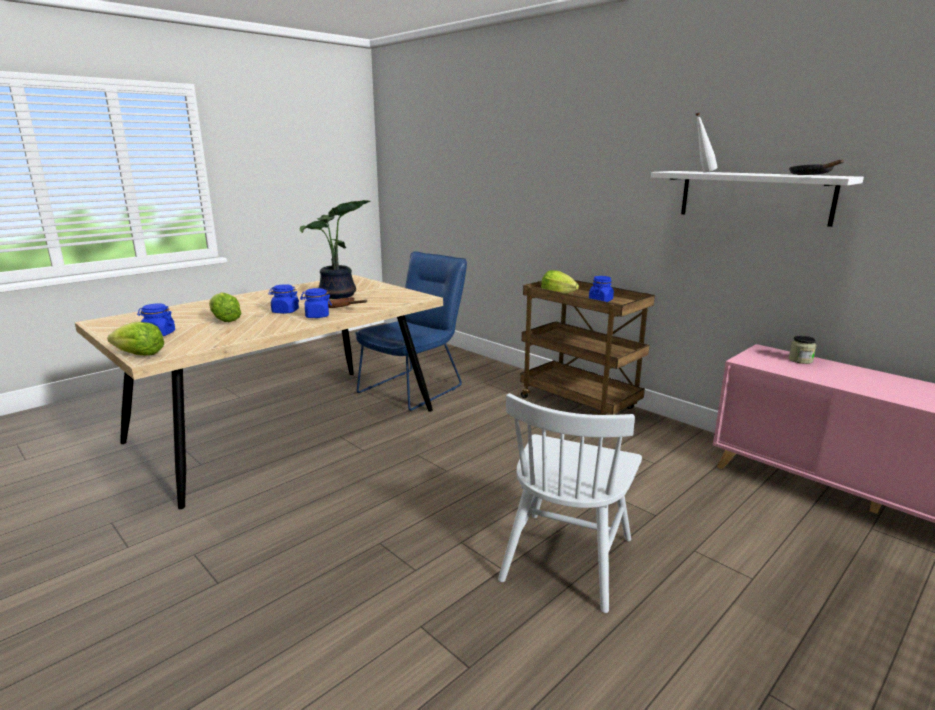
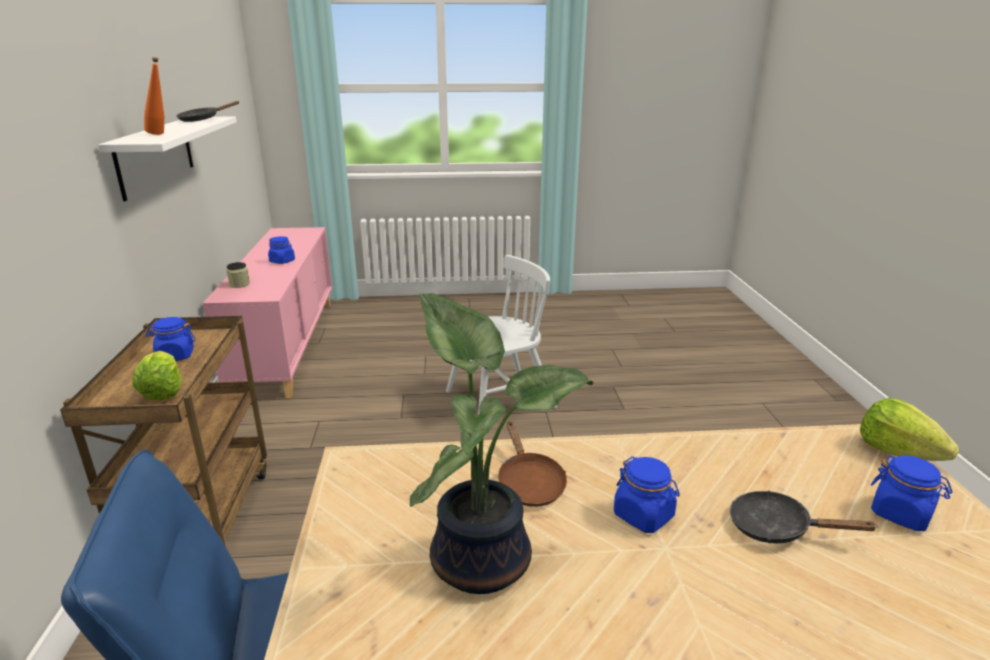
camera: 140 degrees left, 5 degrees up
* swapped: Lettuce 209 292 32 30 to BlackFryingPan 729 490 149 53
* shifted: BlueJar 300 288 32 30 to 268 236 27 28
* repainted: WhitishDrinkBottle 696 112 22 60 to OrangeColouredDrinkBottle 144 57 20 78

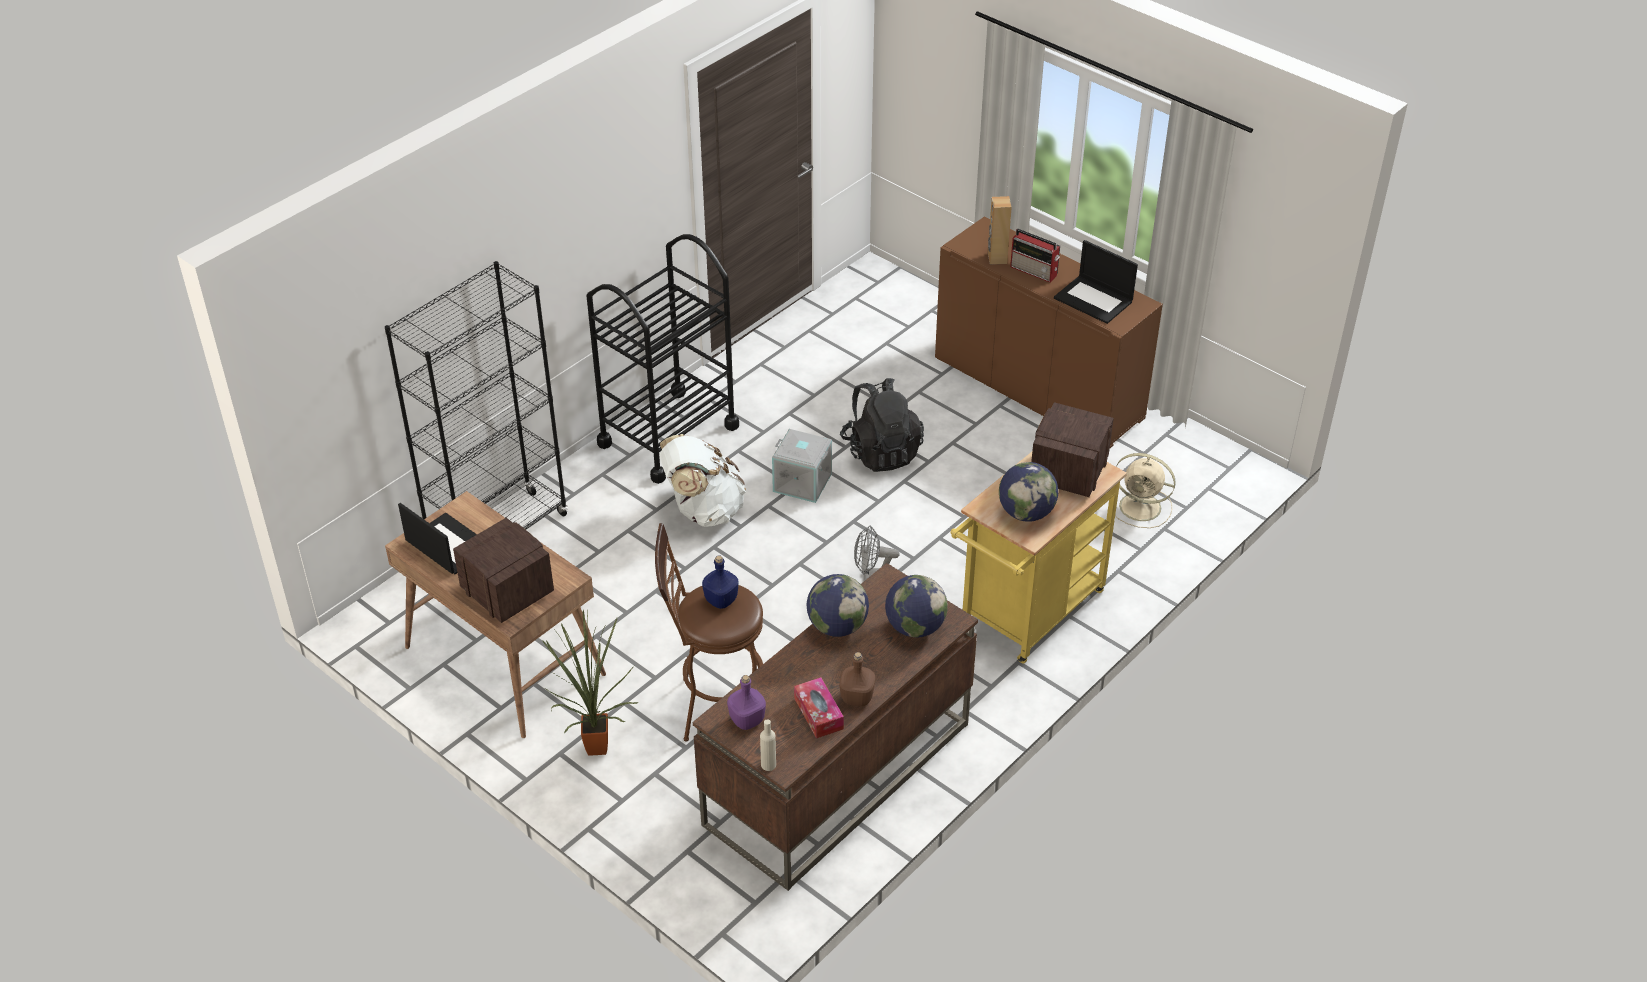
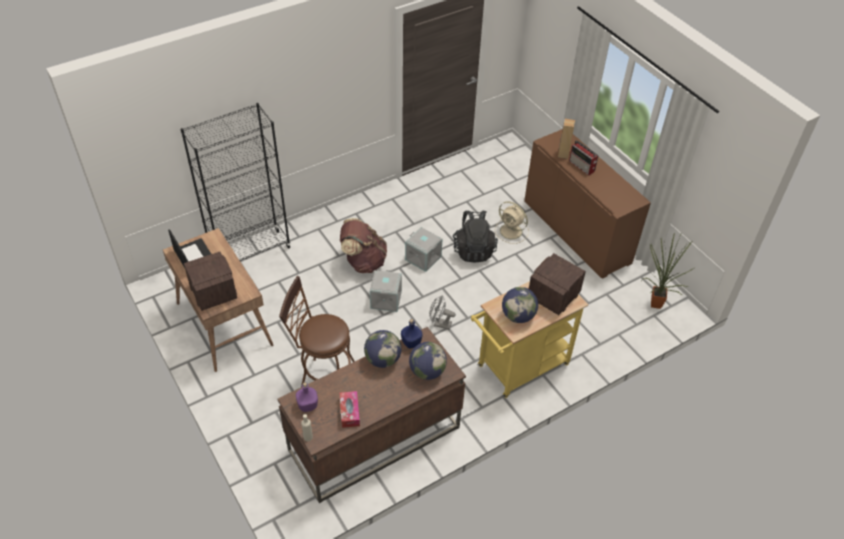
camera: 15 degrees right, 5 degrees up
* shifted: Houseplant 542 610 97 146 to 642 233 52 76
* gone: BlackCart 586 234 153 250
* repainted: WhitishBackpack 659 434 87 93 to BrownishBackpack 340 218 47 55
* shifted: BlueDrinkBottle 702 555 37 54 to 401 319 21 30
* gone: BrownishDrinkBottle 840 652 35 54
* gone: Laptop 1054 240 84 84
* shifted: BeigeColouredCoolingFan 1115 453 61 75 to 495 201 34 43
* new: GrayStorageContainer 370 270 32 42

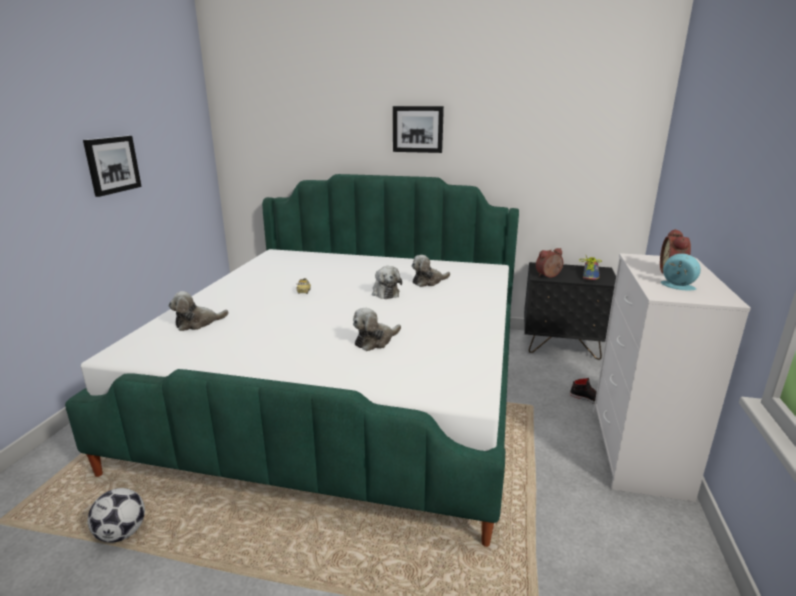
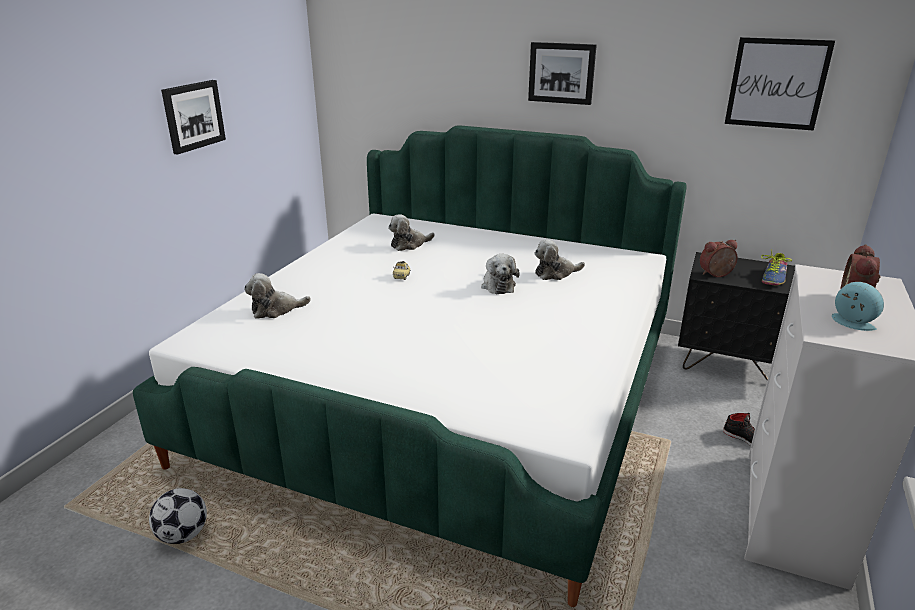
camera: 10 degrees right, 5 degrees up
* shifted: CuddlyToy 353 308 48 43 to 388 214 47 37
* new: WallPicture 725 37 110 94

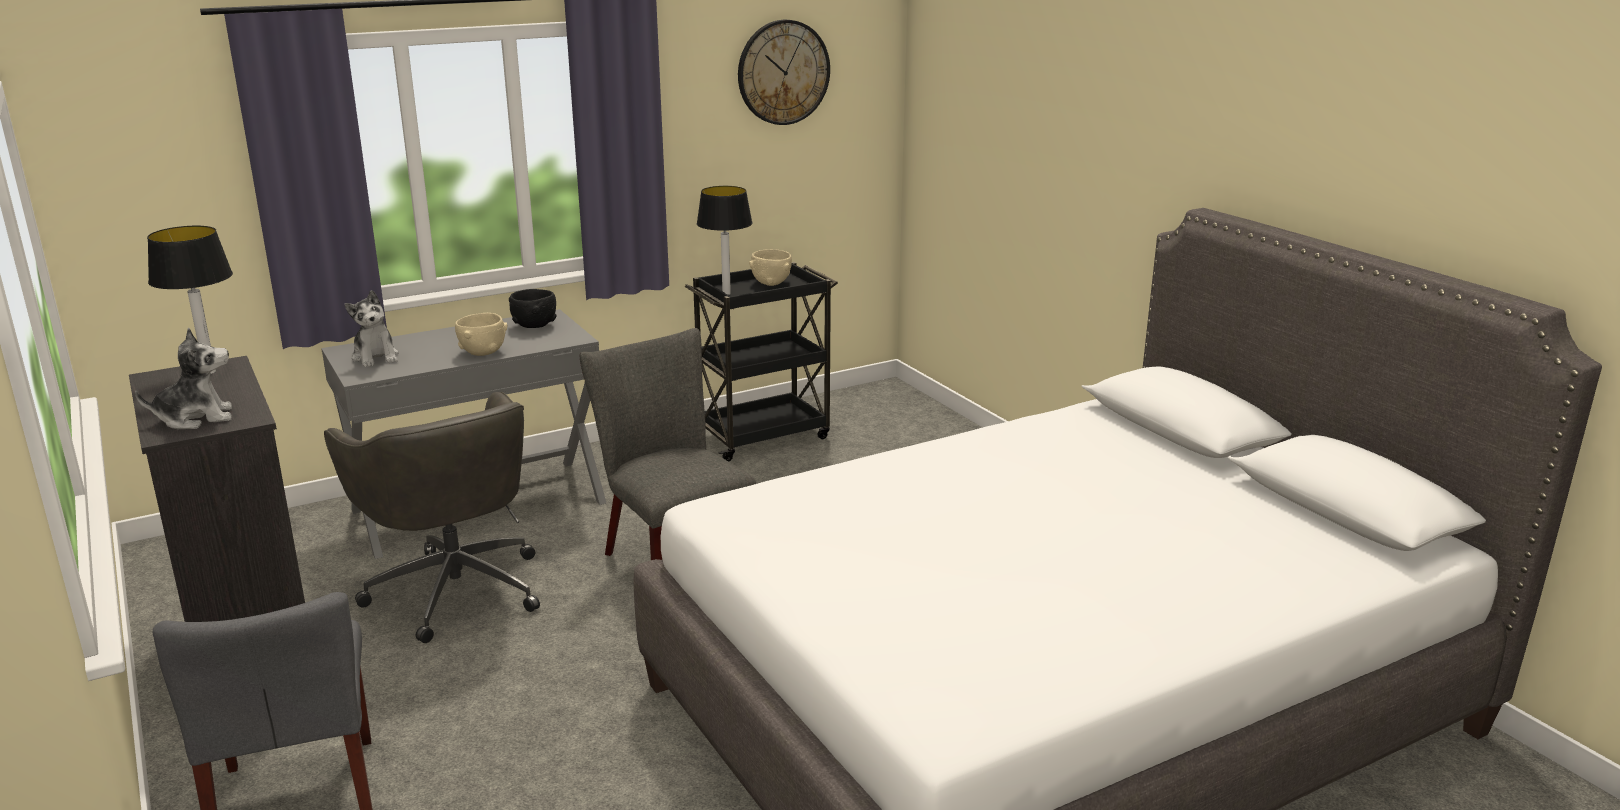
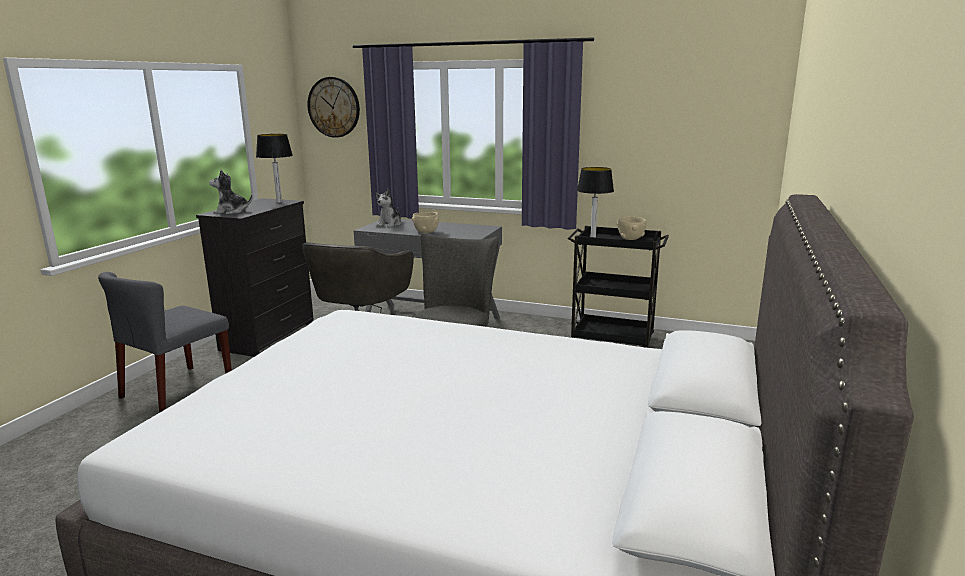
camera: 50 degrees right, 5 degrees down
* rotated: CuddlyToy 135 328 97 101 = 209 170 43 44 150 degrees clockwise
* gone: BlackBowl 509 289 48 39
* shifted: HangingClock 738 20 92 105 to 307 77 53 61

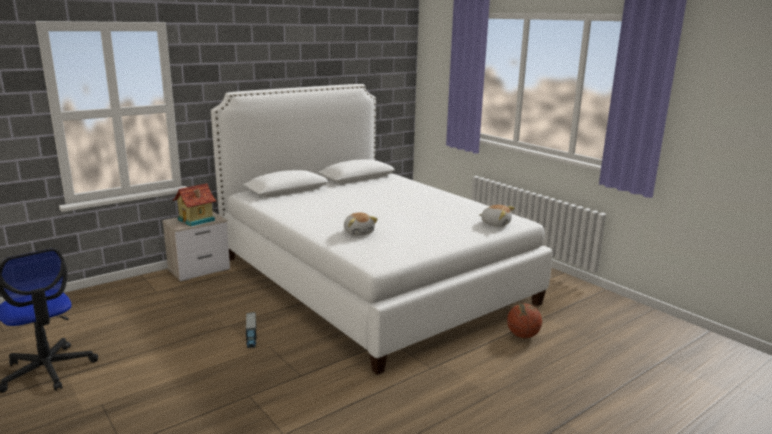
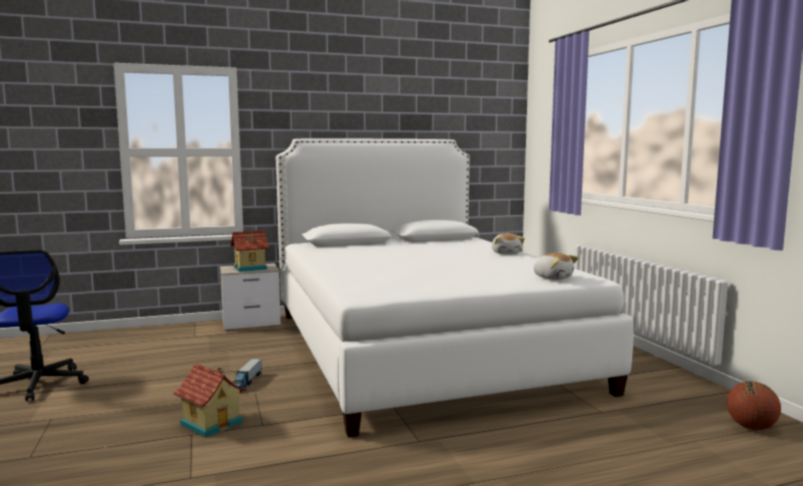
camera: 20 degrees right, 10 degrees down
* shifted: CuddlyToy 344 212 34 24 to 492 233 33 21
* shifted: BallForBasketball 507 304 35 34 to 727 381 54 49
* new: MiniatureHouse 173 363 73 75

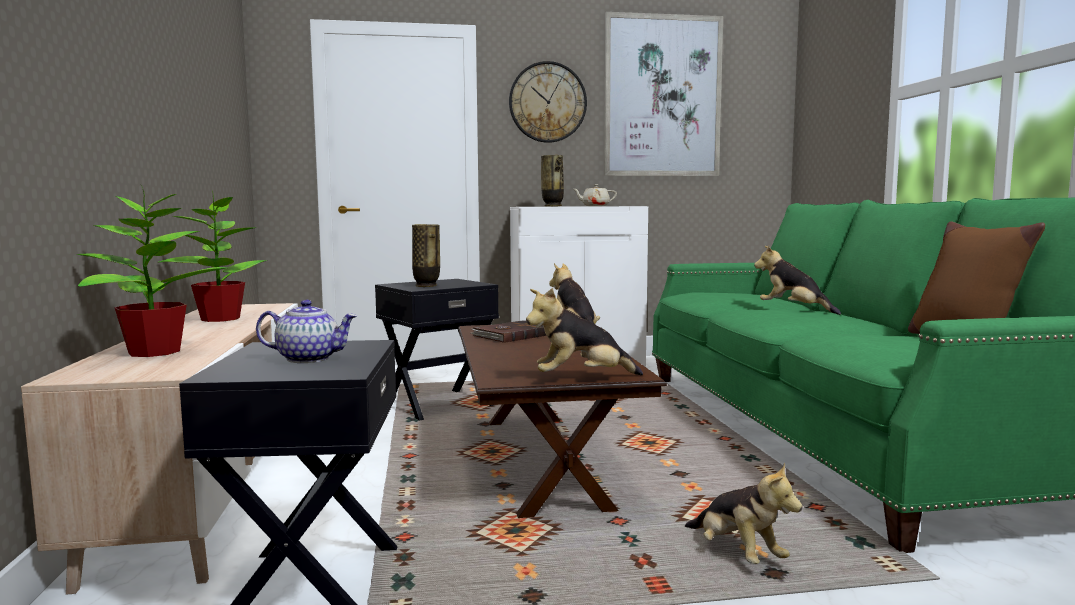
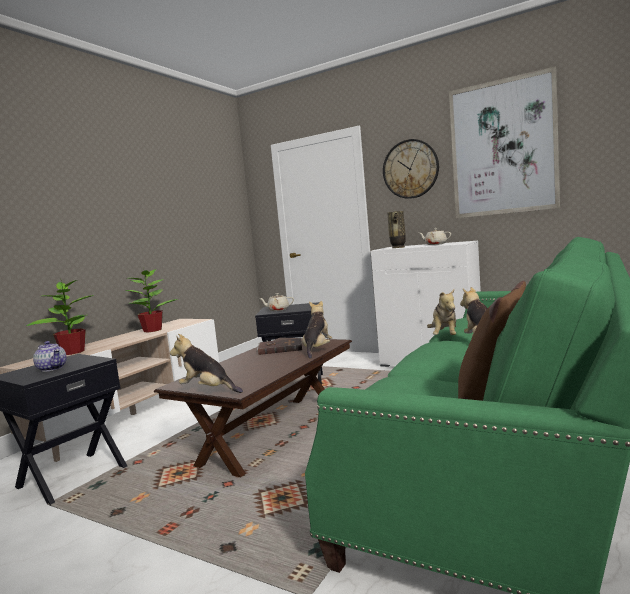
camera: 40 degrees right, 0 degrees up
* swapped: DecorativeVase 412 224 28 63 to BeigeColouredTeaPot 259 293 35 18
* shifted: CuddlyToy 685 463 117 101 to 427 289 29 46

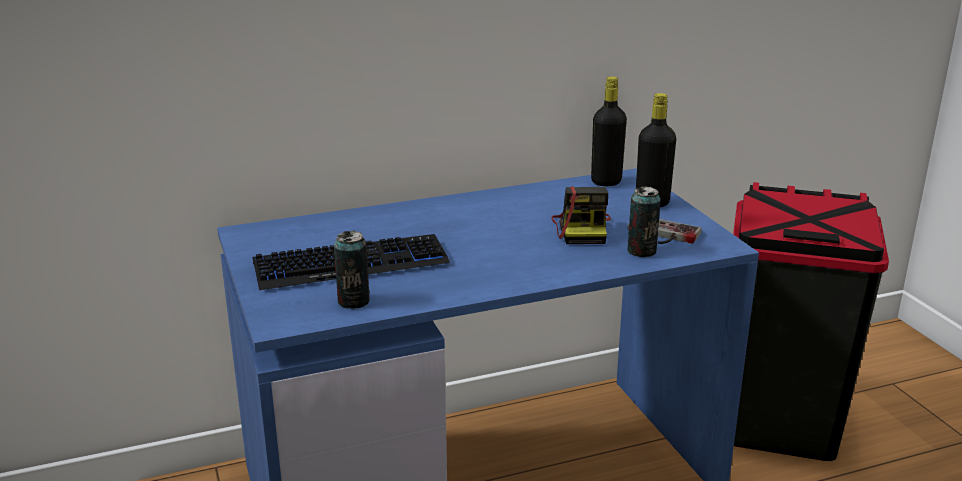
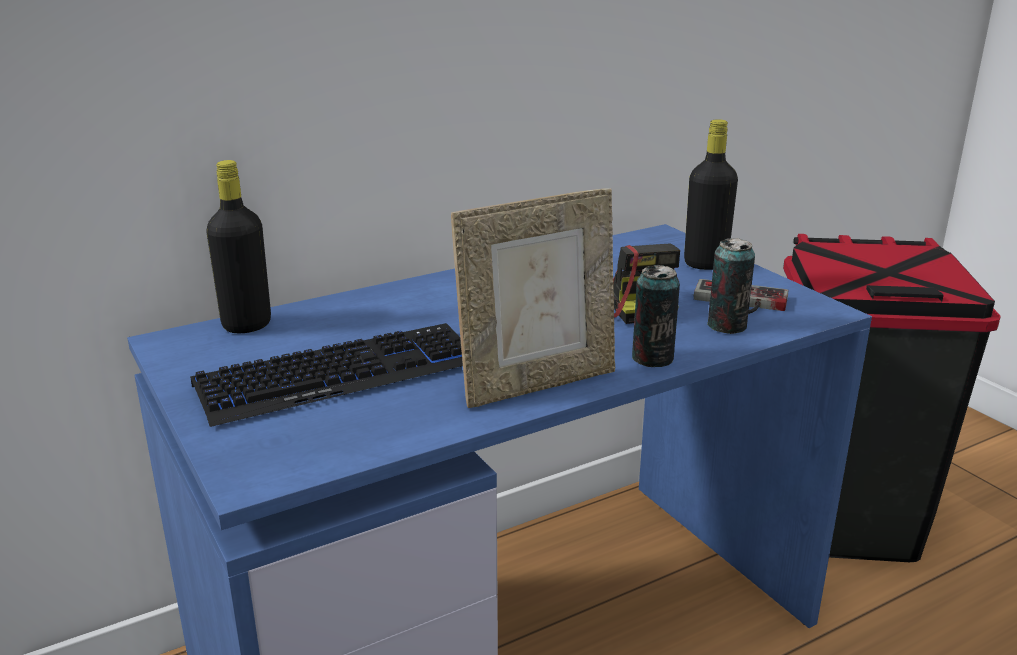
camera: 10 degrees left, 0 degrees up
* shifted: SealedCan 334 231 36 78 to 632 265 48 102
* shifted: BlackDrinkBottle 591 76 36 110 to 206 160 65 173
* new: PictureFrame 451 188 164 220

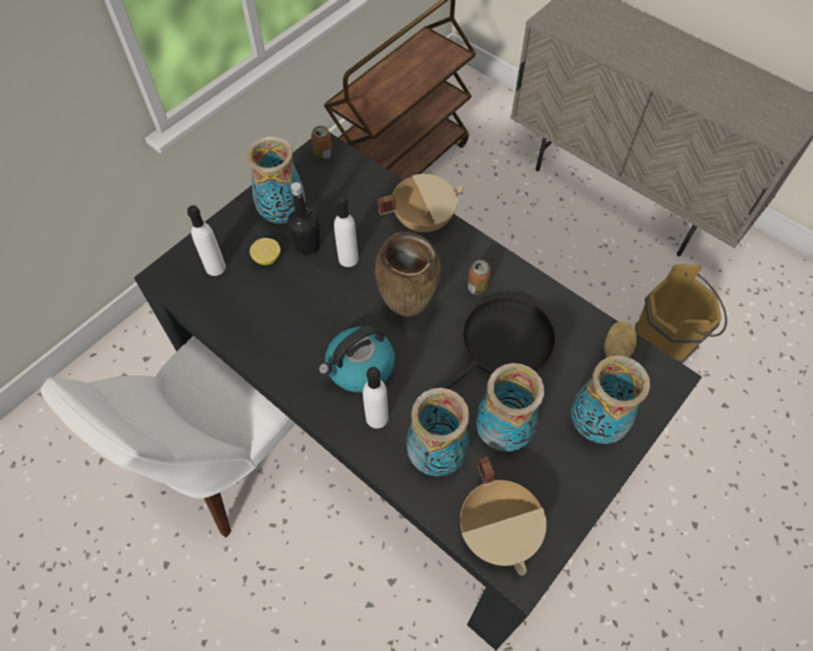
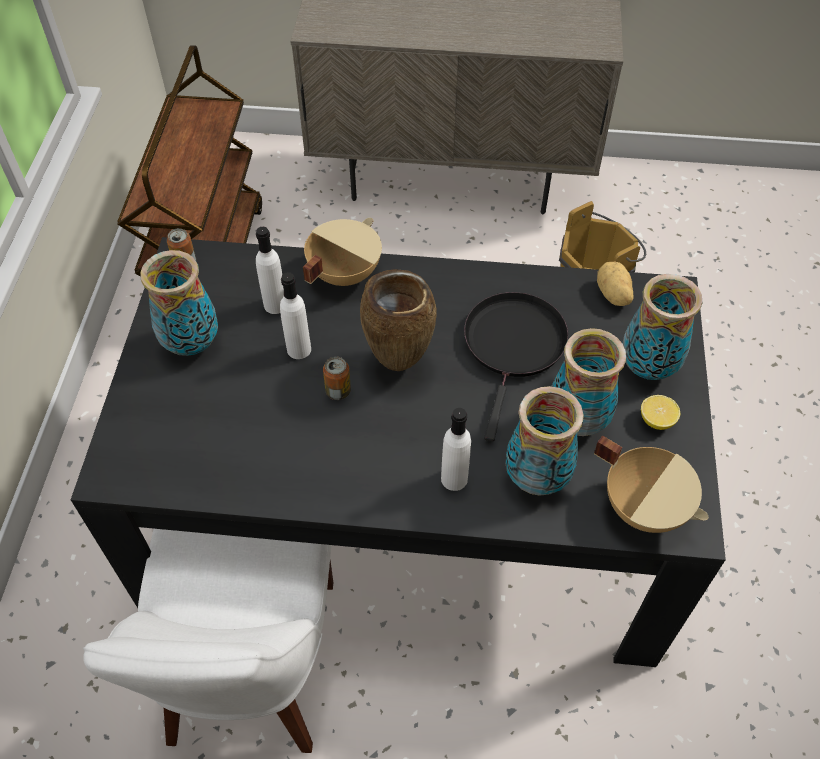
camera: 35 degrees left, 5 degrees down
* shifted: WhitishDrinkBottle 187 205 39 71 to 256 227 28 87
* shifted: Lemon 250 238 31 27 to 641 395 39 35
* gone: BlackDrinkBottle 287 182 33 73
* gone: Kettle 318 325 77 68
* shifted: SealedCan 467 260 24 35 to 323 357 28 43

